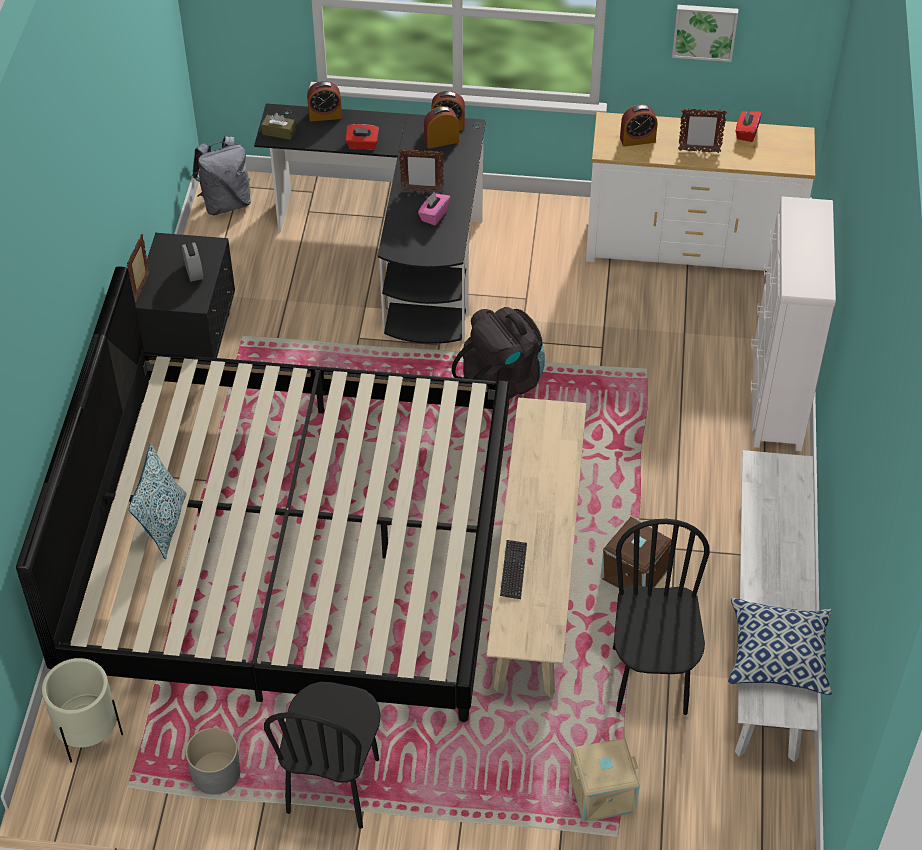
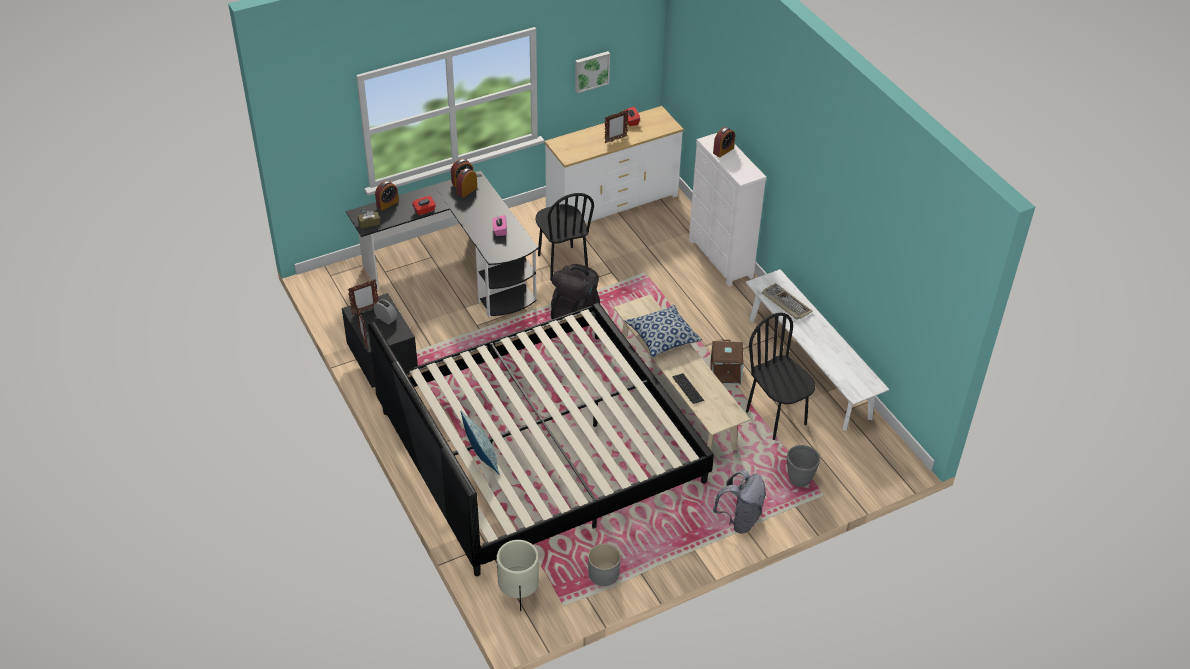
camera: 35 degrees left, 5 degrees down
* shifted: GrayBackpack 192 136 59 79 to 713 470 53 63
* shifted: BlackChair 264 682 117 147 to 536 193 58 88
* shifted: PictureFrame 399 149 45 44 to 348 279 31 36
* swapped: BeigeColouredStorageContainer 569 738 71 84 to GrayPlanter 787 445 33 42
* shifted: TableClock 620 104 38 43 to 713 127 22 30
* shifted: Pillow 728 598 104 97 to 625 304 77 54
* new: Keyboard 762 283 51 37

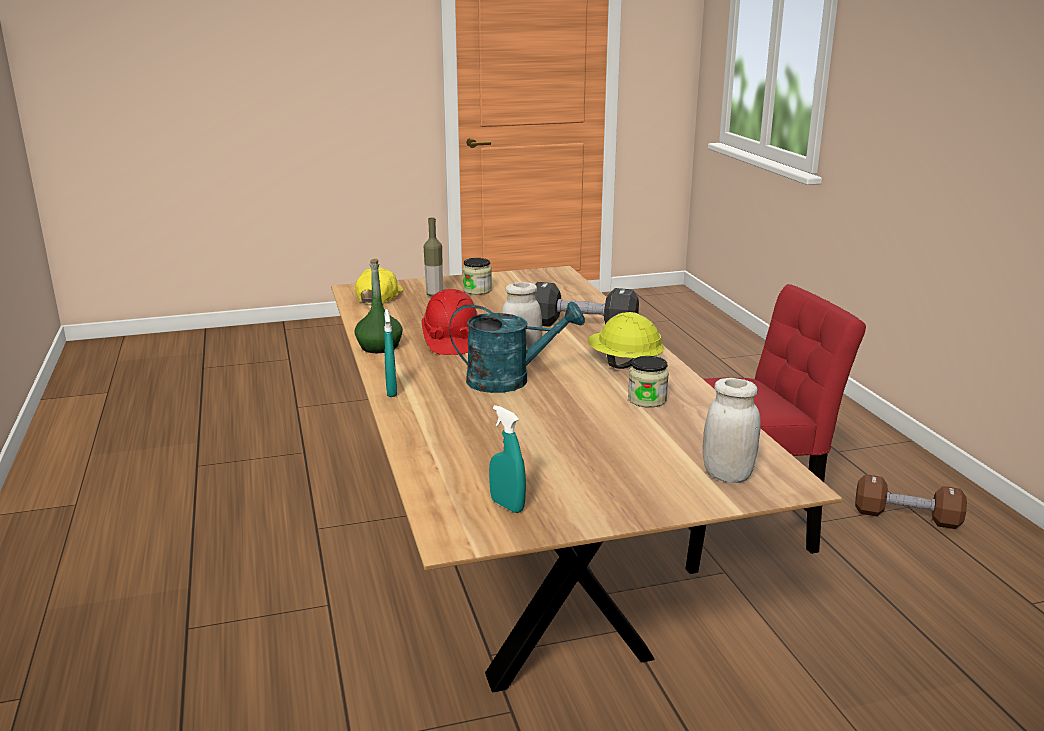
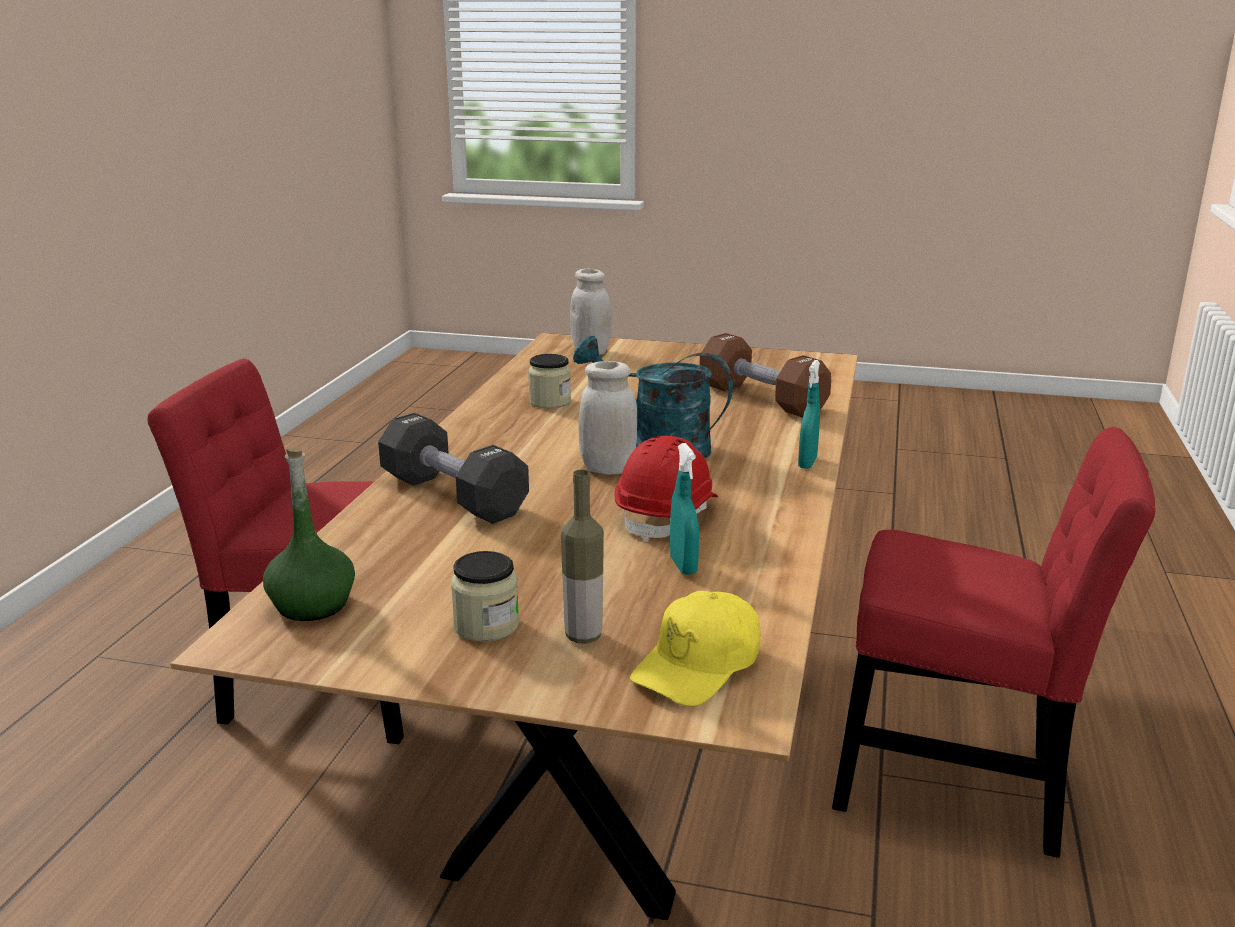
camera: 150 degrees left, 0 degrees up
* shifted: GreenColouredDrinkBottle 354 259 49 94 to 263 447 92 174
* shifted: BlueGreenSprayer 489 405 37 108 to 670 443 29 132
* gone: YellowWorkHelmet 587 312 77 57
* shifted: BrownishHandWeight 855 474 112 55 to 700 333 131 85
* new: RedChair 832 427 323 431

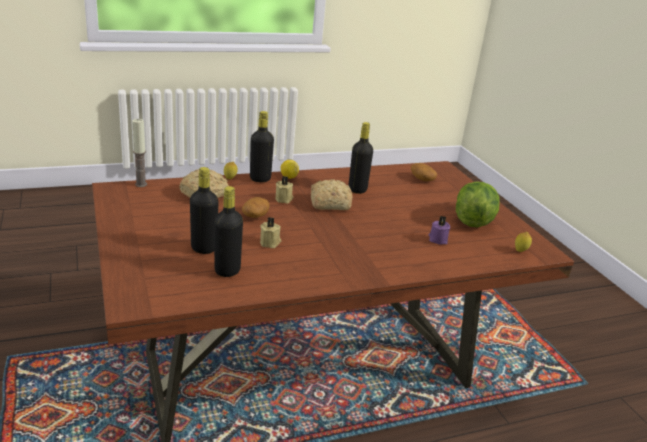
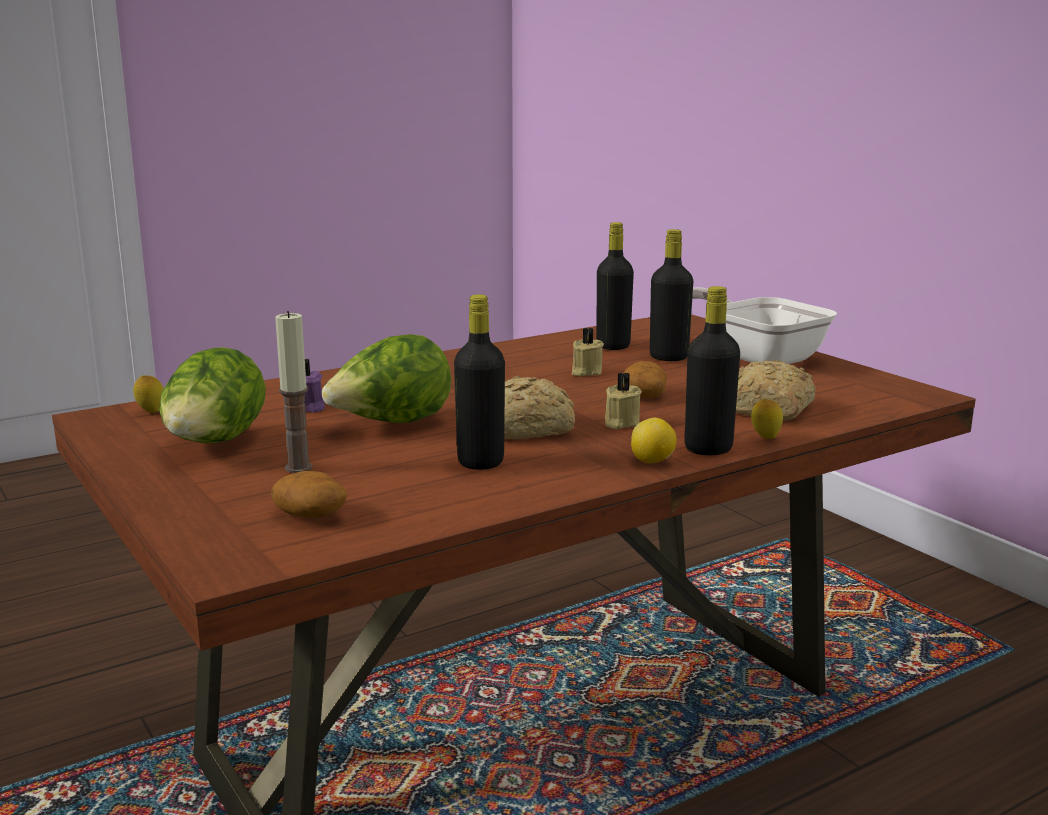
camera: 170 degrees right, 10 degrees down
* shifted: WaxCandle 132 119 15 68 to 275 311 38 162
* new: Lettuce 322 334 129 89
* new: FryingPan 692 287 145 77

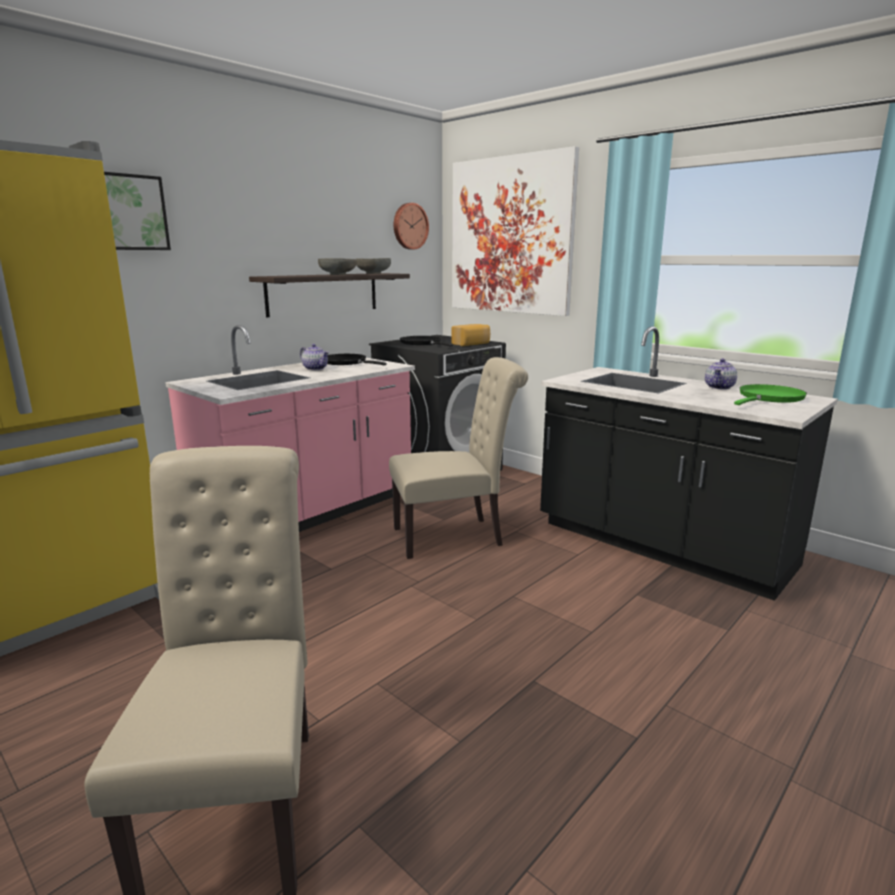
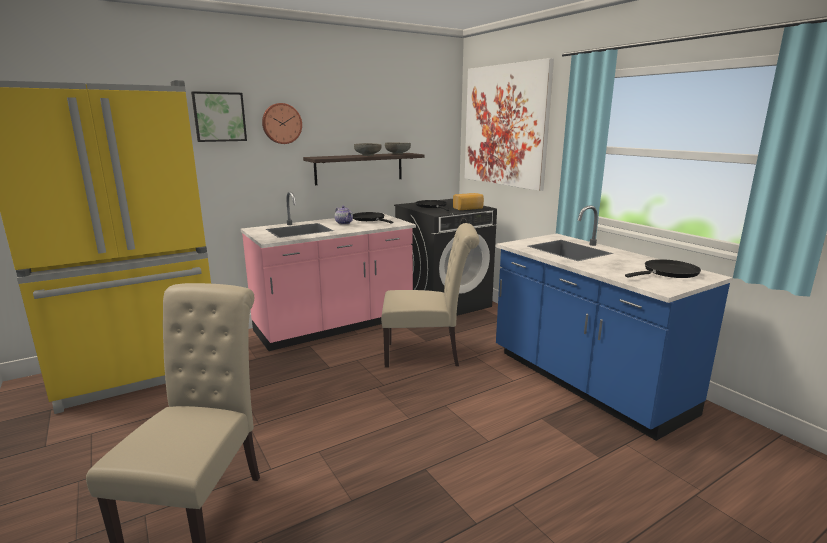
camera: 15 degrees right, 0 degrees up
* shifted: HangingClock 394 203 35 47 to 262 103 40 41
* repainted: BlackCounter 540 326 298 275 to BlueCounter 496 205 237 236
* gone: TeaPot 705 359 32 31
* repainted: GreenColouredFryingPan 734 384 73 21 to BlackFryingPan 625 259 76 19

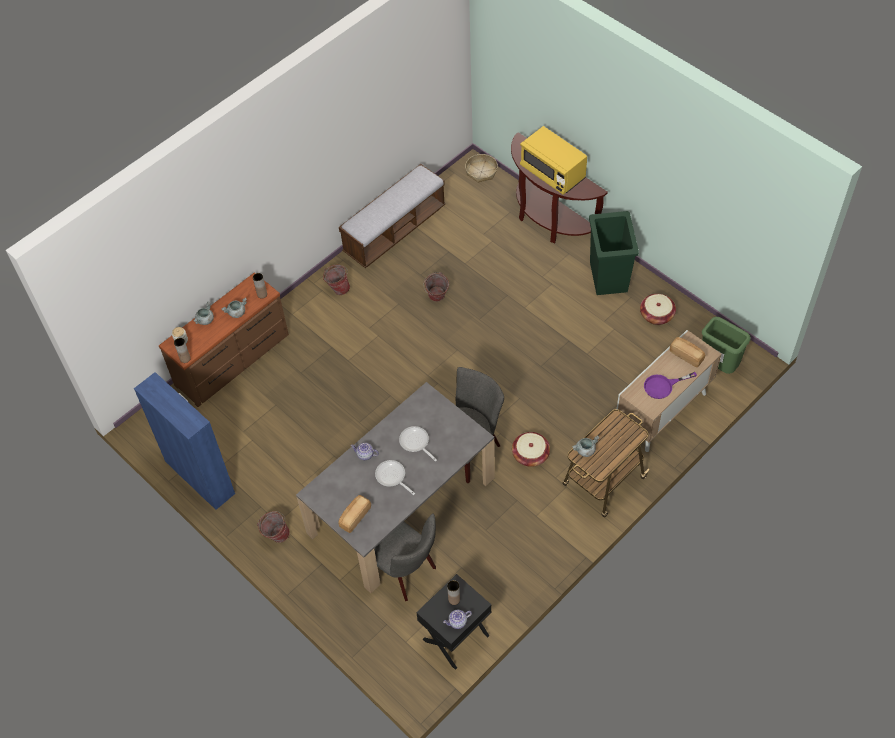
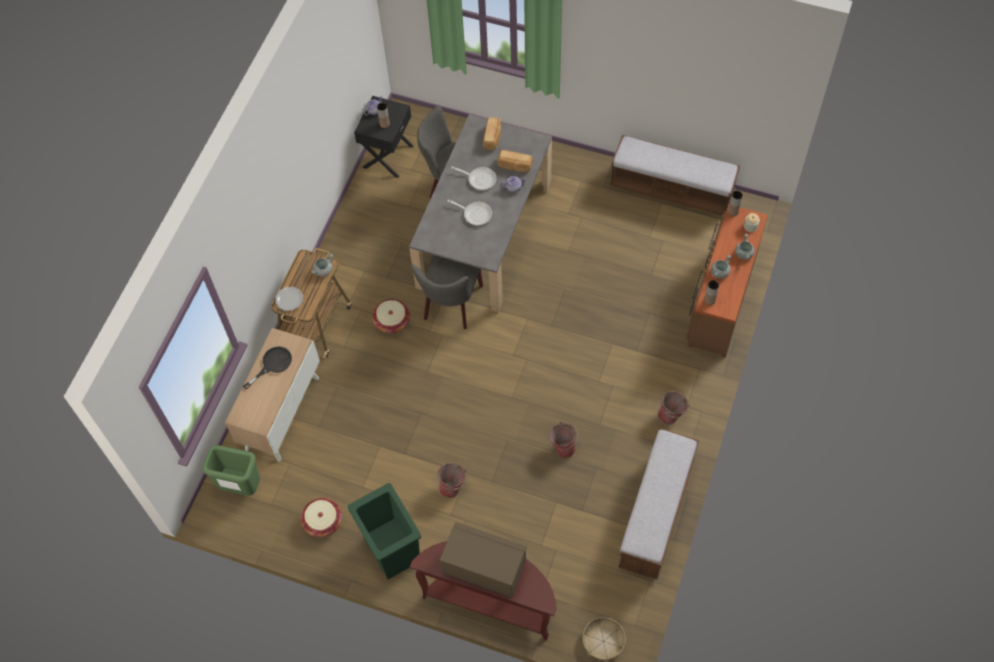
camera: 155 degrees right, 5 degrees up
* swapped: BlueCupboard 134 372 101 138 to Bench 610 135 130 80
* shifted: WaterBucket 257 511 33 32 to 438 463 29 35
* repainted: YellowMicrowave 520 126 67 69 to BrownishMicrowave 440 522 87 76
* repainted: PurpleFryingPan 644 372 53 27 to BlackFryingPan 243 347 49 42
* shifted: Bread 670 337 35 30 to 497 150 36 22
* new: FlatDish 275 287 28 24

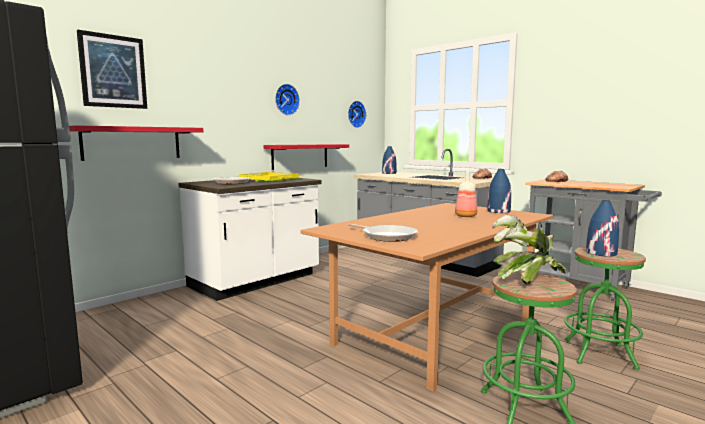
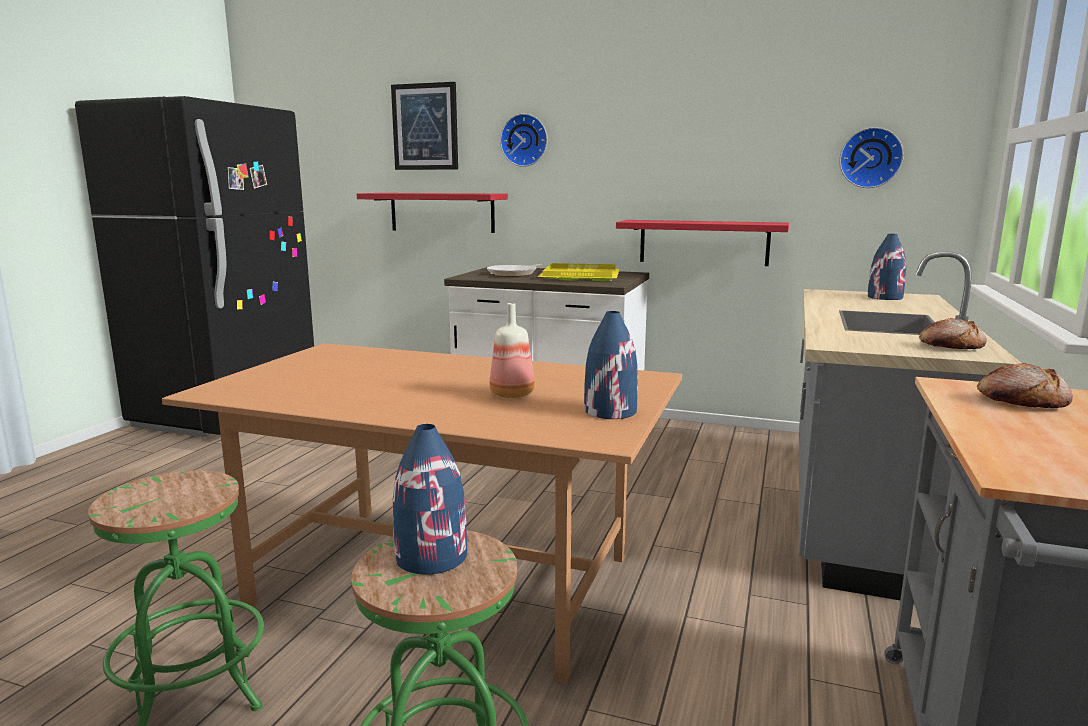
camera: 65 degrees right, 5 degrees up
* shifted: HangingClock 275 84 25 31 to 500 114 48 53
* gone: FryingPan 348 224 70 18
* gone: Houseplant 492 215 74 70

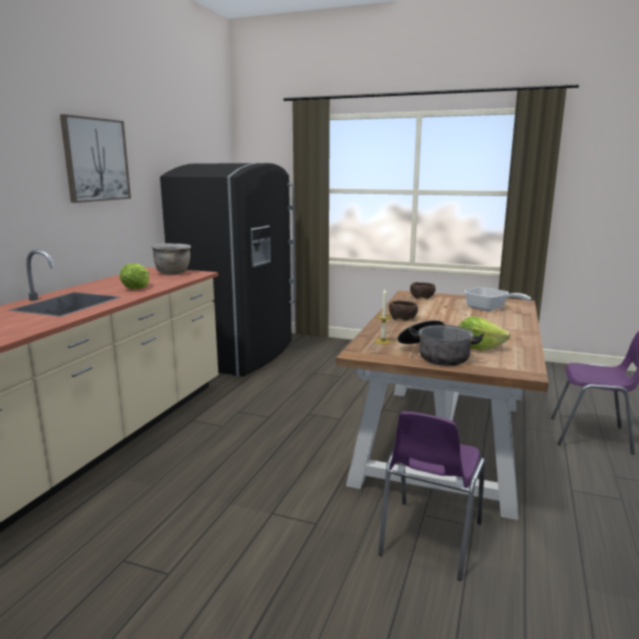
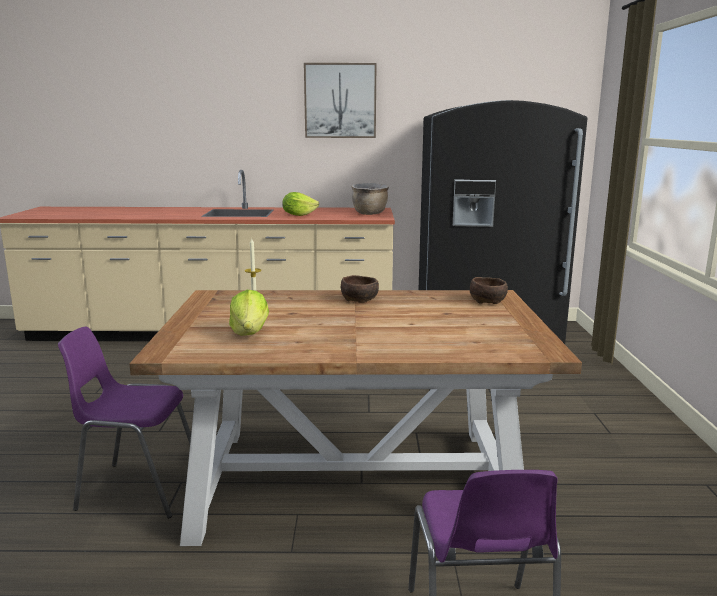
camera: 70 degrees right, 0 degrees up
* gone: Stockpot 397 320 87 46
* gone: FryingPan 464 287 67 24

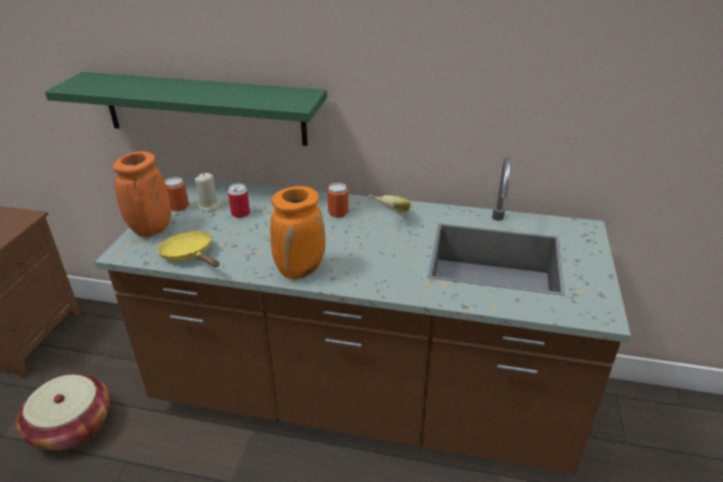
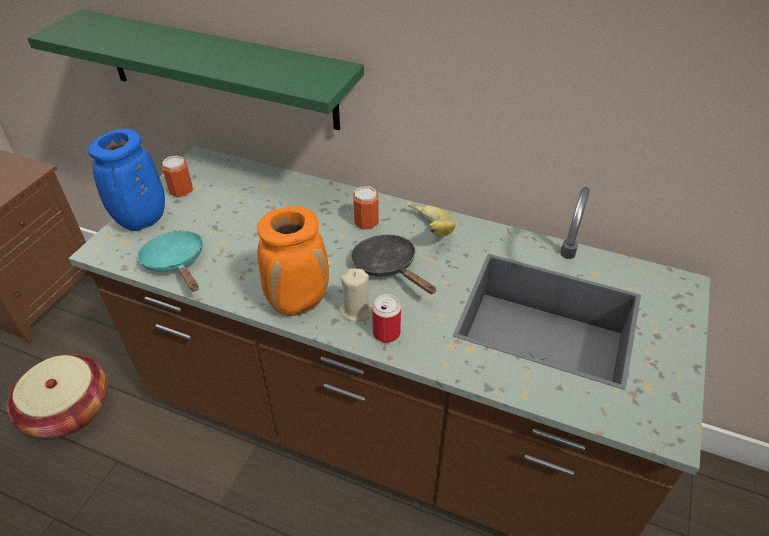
camera: 10 degrees right, 10 degrees up
* repainted: OrangeColouredDecorativeVase 112 151 59 86 to BlueDecorativeVase 87 129 78 102
* repainted: YellowFryingPan 157 231 62 36 to BlueGreenFryingPan 137 231 66 61
* shifted: BeigeColouredWaxCandle 194 173 28 38 to 340 268 32 54
* shifted: SealedCan 228 184 22 34 to 372 294 29 49
* new: BlackFryingPan 351 234 85 60

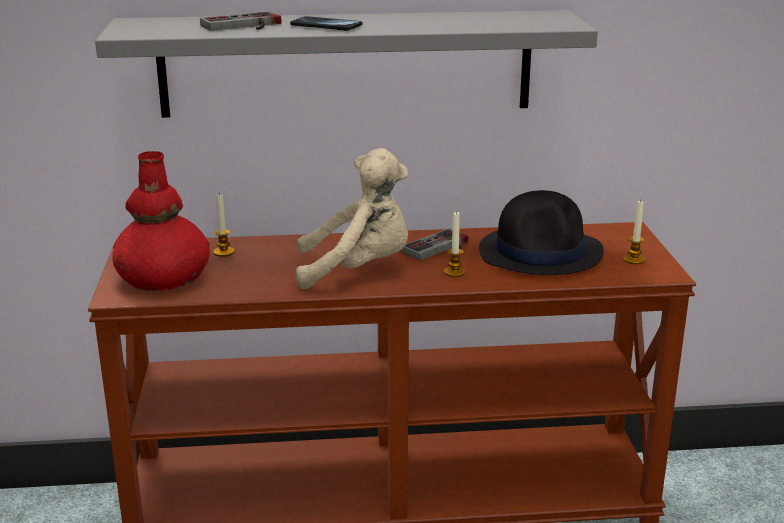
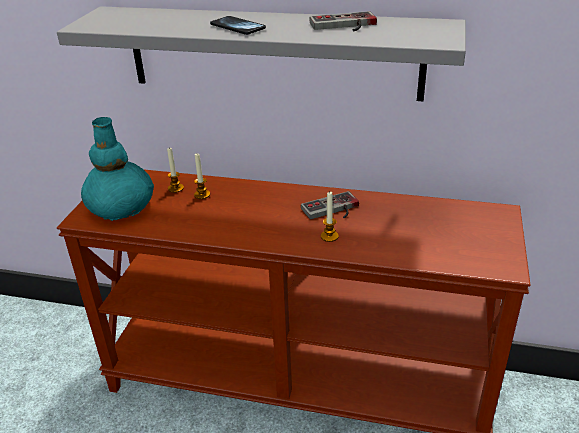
camera: 20 degrees right, 10 degrees up
* repainted: RedDecorativeVase 112 151 98 141 to BlueGreenDecorativeVase 81 117 73 104
* shifted: GameController 200 11 81 20 to 309 11 68 21
* gone: BeigeColouredCuddlyToy 296 148 112 141
* gone: BlackWearableHat 479 190 125 85
* shifted: WaxCandle 623 200 22 64 to 194 153 16 46

